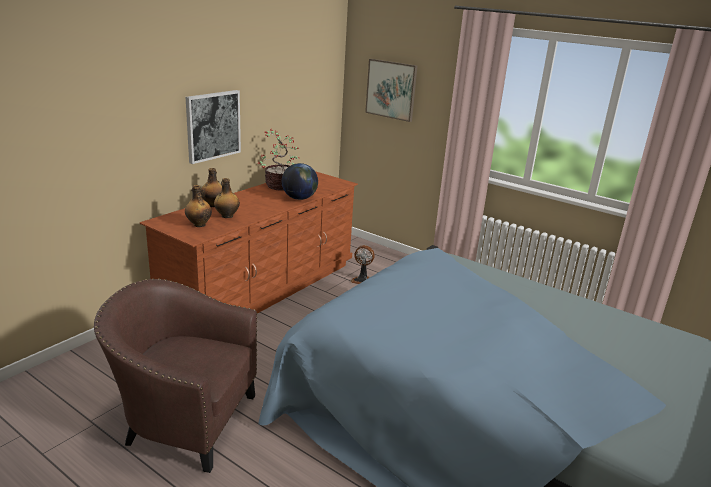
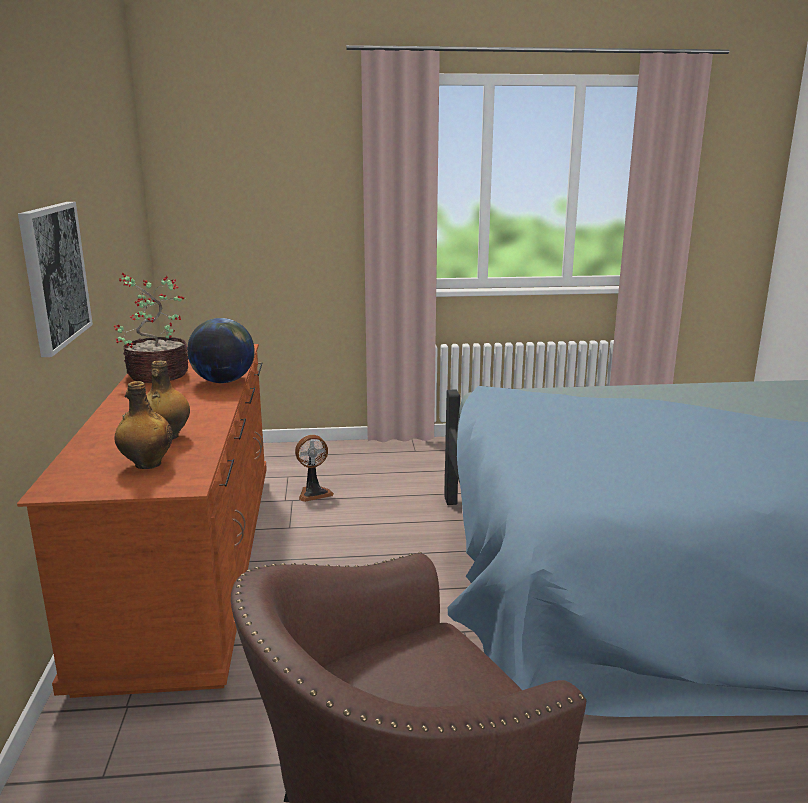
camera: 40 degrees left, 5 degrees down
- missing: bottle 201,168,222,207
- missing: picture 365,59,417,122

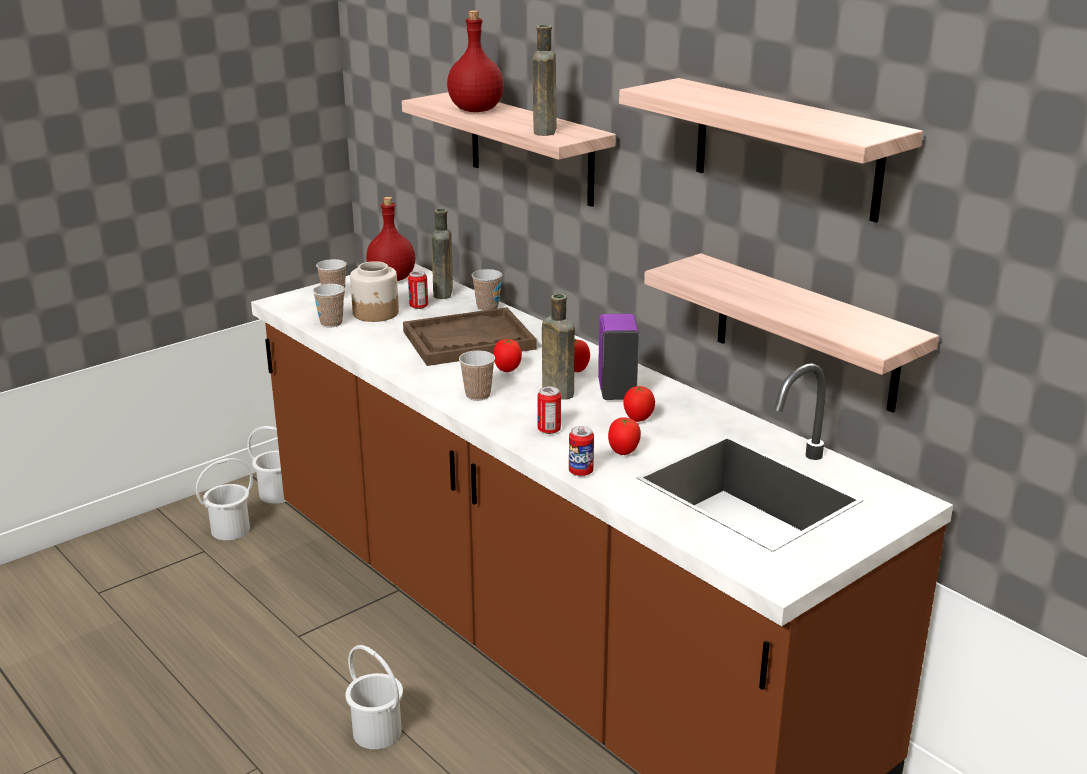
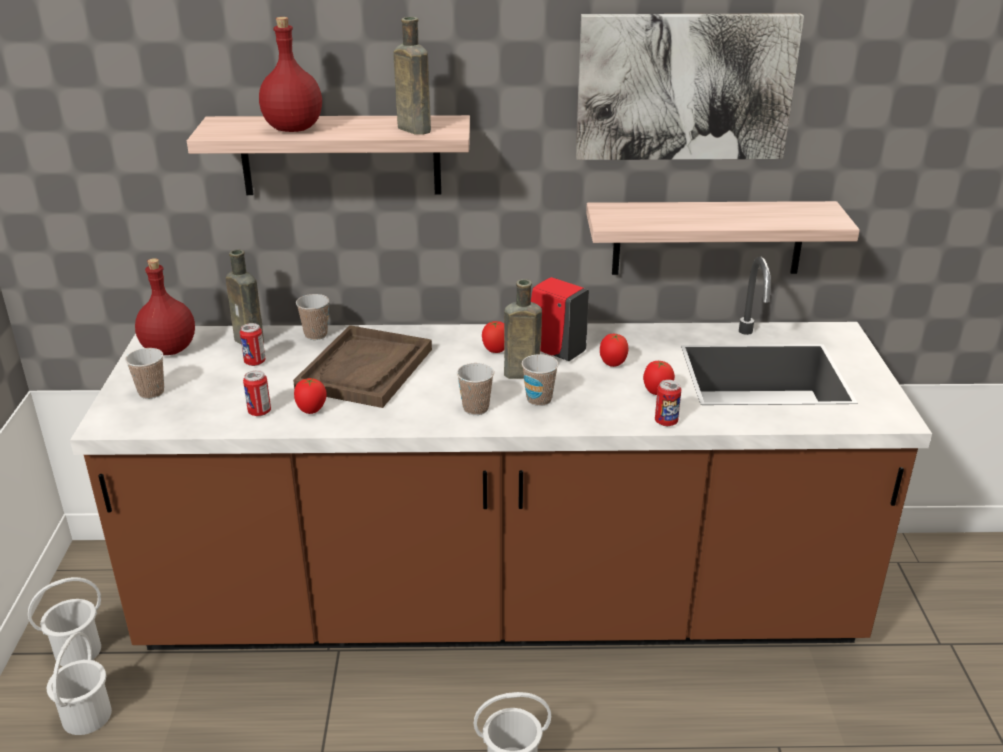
camera: 50 degrees left, 5 degrees up
- relocated: can 538,387,561,434 to 243,370,271,416
- relocated: tomato 493,339,522,372 to 294,378,327,414
- relocated: cup 313,284,345,327 to 522,354,559,406
- colour: purple soap dispenser 598,314,639,400 to red soap dispenser 531,277,589,361
- exchanged: shelf 619,78,923,223 to picture 576,13,804,160
- missing: jar 350,261,399,322

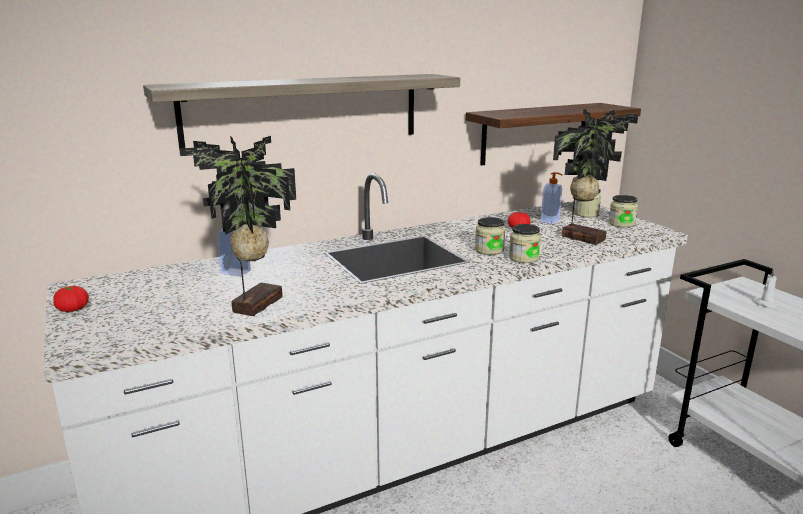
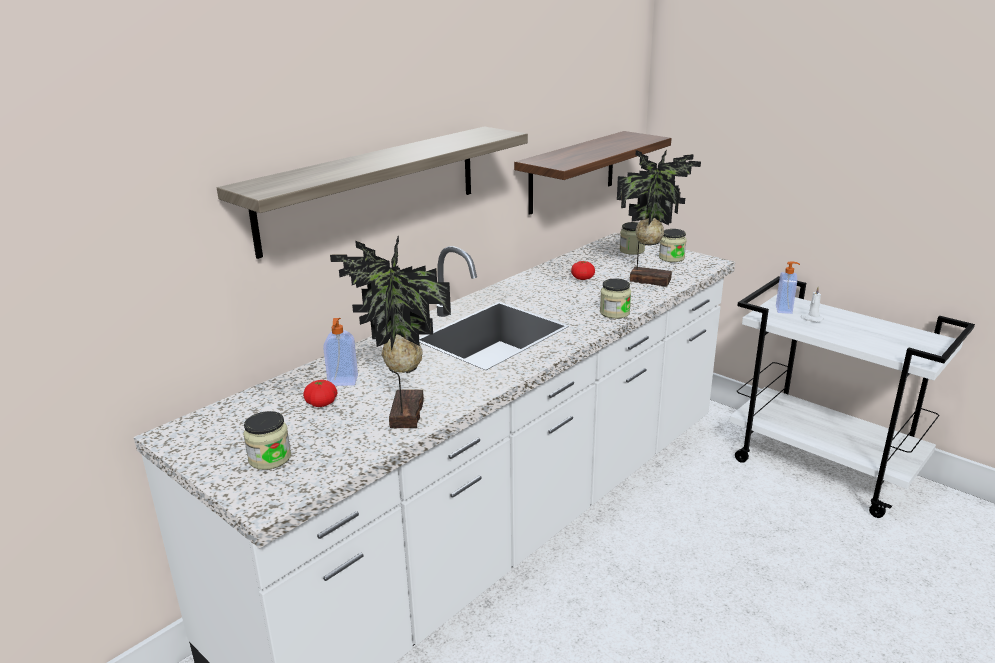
camera: 20 degrees left, 5 degrees up
- relocated: jar 475,217,506,255 to 243,411,291,470
- relocated: tomato 53,286,89,312 to 303,380,337,407
- relocated: soap dispenser 541,172,562,224 to 776,261,800,314

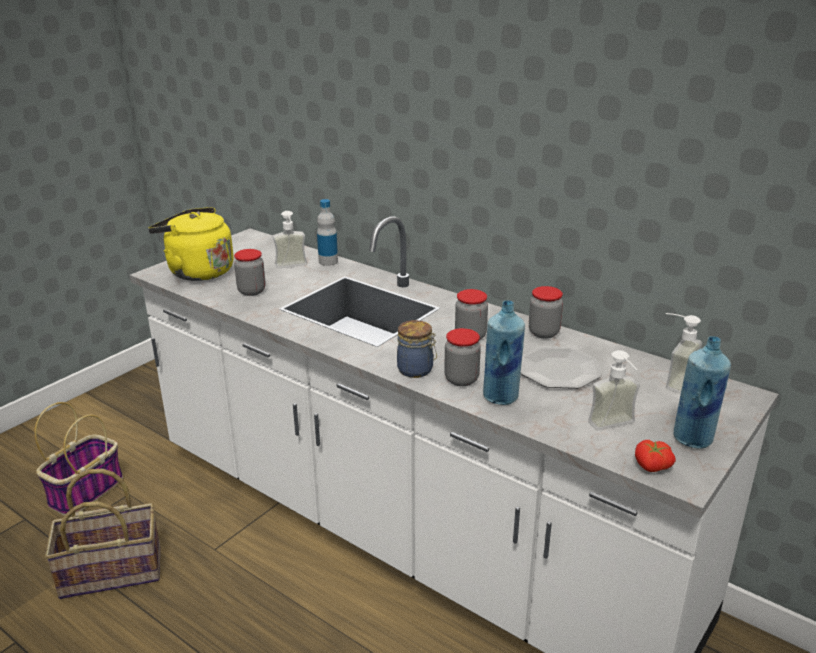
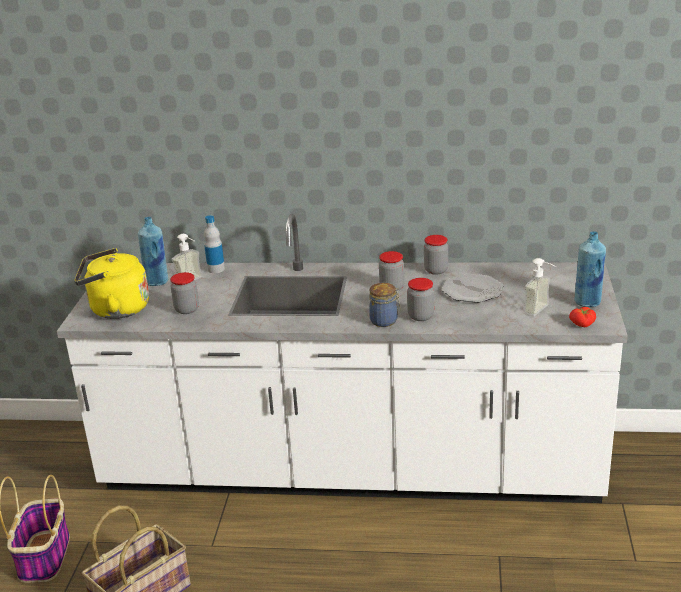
camera: 30 degrees left, 0 degrees up
- relocated: blue bottle 483,300,525,405 to 138,217,168,286
- missing: soap dispenser 666,313,702,394

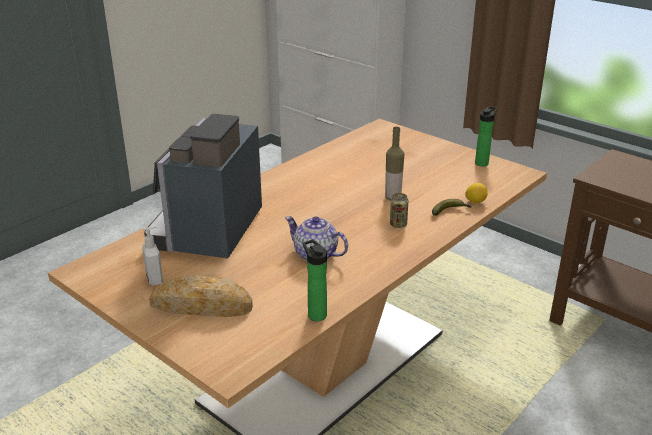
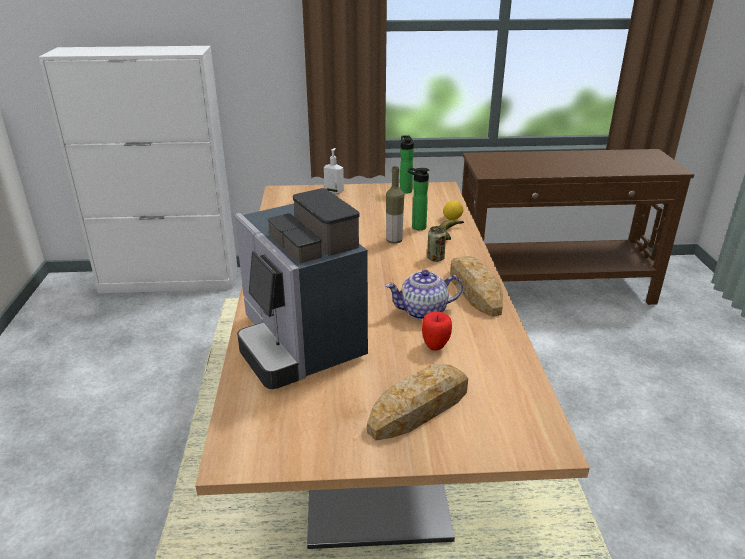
camera: 45 degrees left, 0 degrees up
- relocated: soap dispenser 142,226,163,286 to 324,148,344,194
- relocated: bottle 303,239,327,321 to 408,167,430,230
- appeared: apple 422,311,452,351
- appeared: bread 450,256,503,317

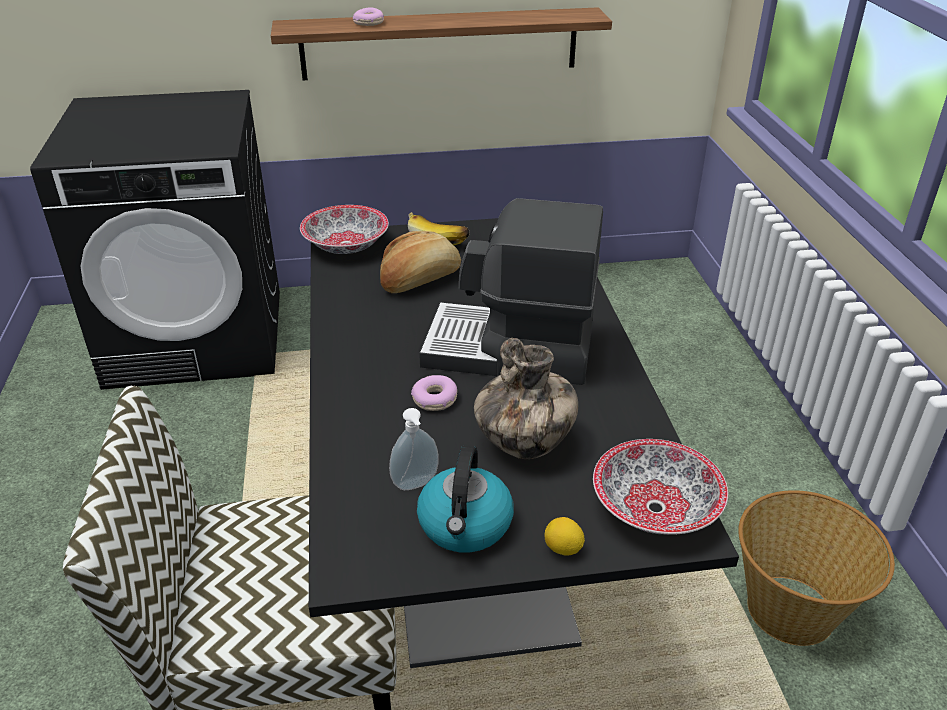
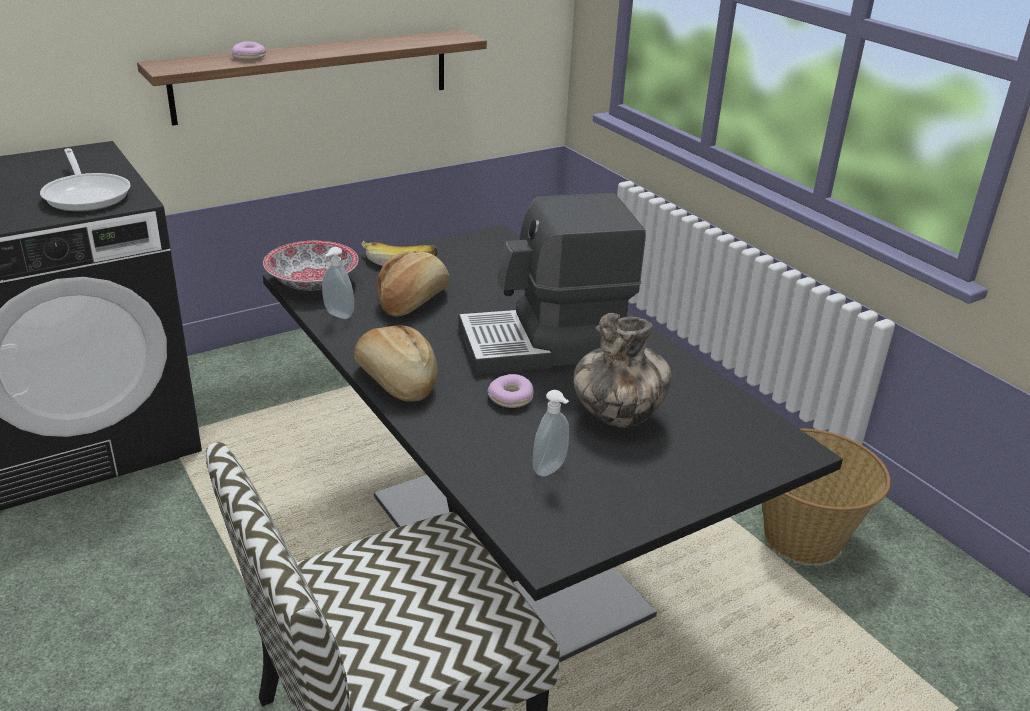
camera: 25 degrees left, 5 degrees down
- appeared: frying pan 40,148,131,212
- appeared: soap dispenser 322,247,354,319
- appeared: bread 354,324,438,402
- missing: kettle 417,445,514,553
- missing: lemon 544,517,585,556
- missing: bowl 593,439,728,535

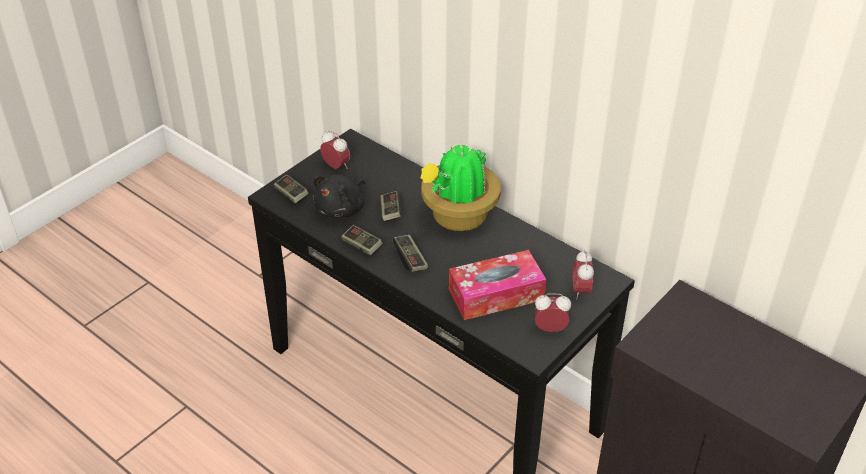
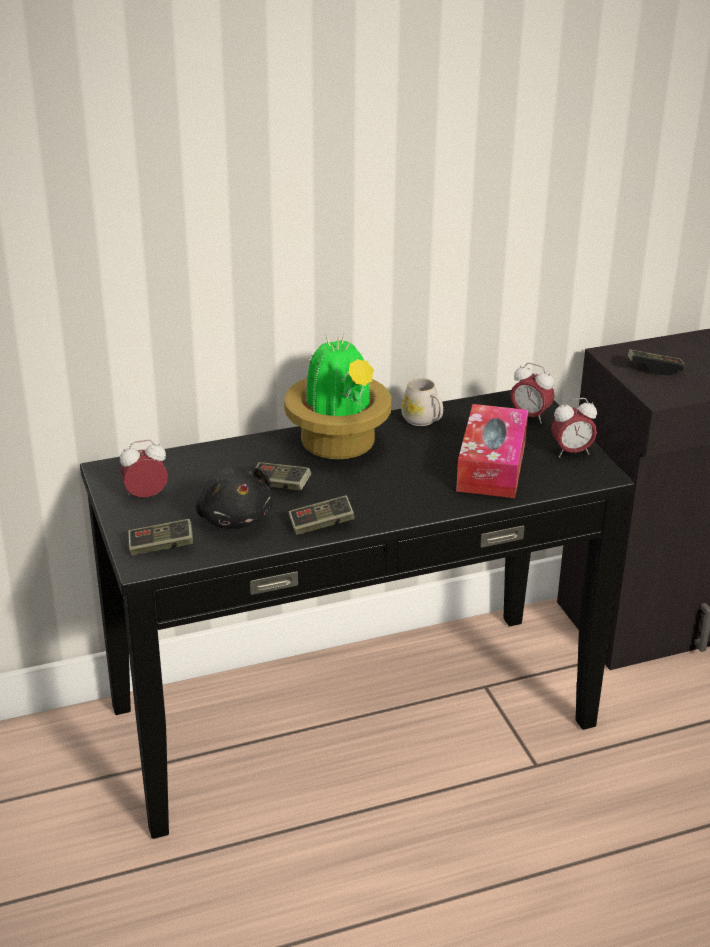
camera: 60 degrees left, 10 degrees down
- appeared: white mug 401,378,443,426
- spun: alarm clock 535,293,571,332 = 551,398,597,458 135 degrees counterclockwise
- relocated: game controller 393,235,428,272 to 628,349,685,375

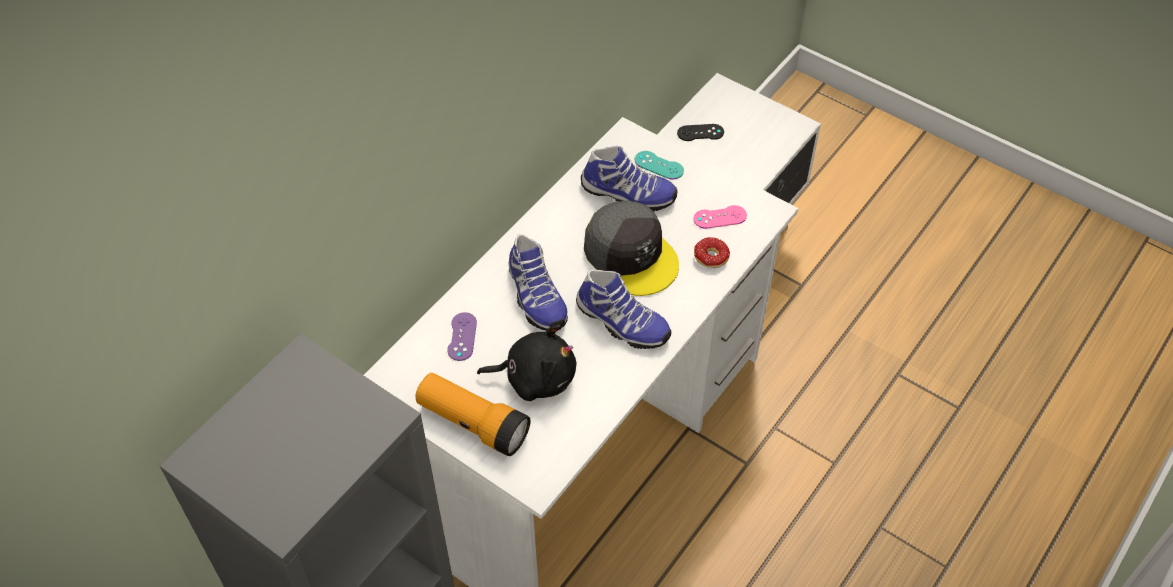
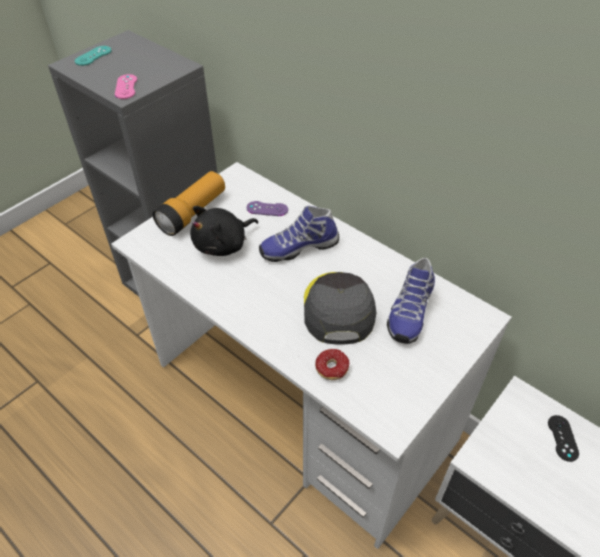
camera: 95 degrees right, 5 degrees down
- relocated: turquoise game controller 635,151,684,180 to 75,46,112,66
- relocated: pink game controller 693,205,747,229 to 115,74,137,99
- spun: black plush toy 477,325,576,401 = 190,206,258,256 45 degrees clockwise
- spun: grey cap 584,200,679,296 = 304,272,376,345 120 degrees clockwise
- missing: shoe 576,270,671,349

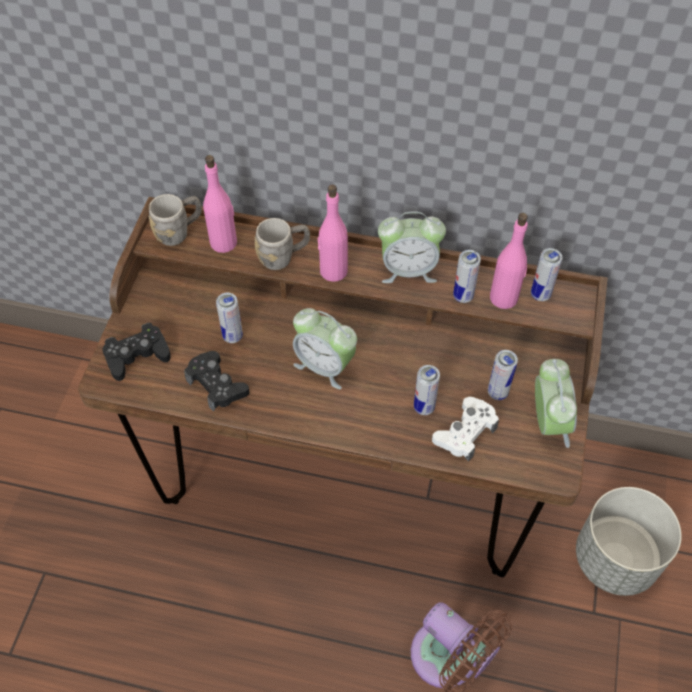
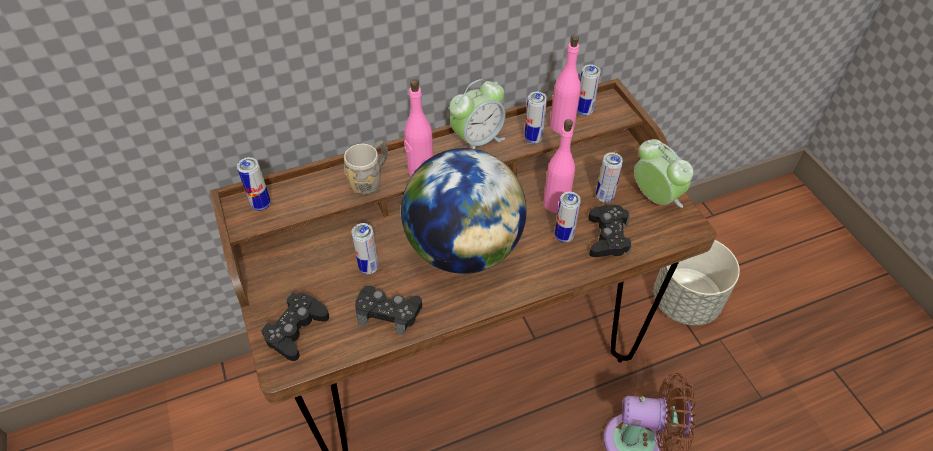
camera: 35 degrees left, 5 degrees down
- exchanged: grey mug 148,194,202,246 to can 237,157,271,211
- exchanged: alarm clock 293,308,357,389 to globe 401,148,526,274
- relocated: pink bottle 203,155,237,253 to 543,119,575,213
- colour: white game controller 432,397,499,462 to black game controller 588,205,632,257

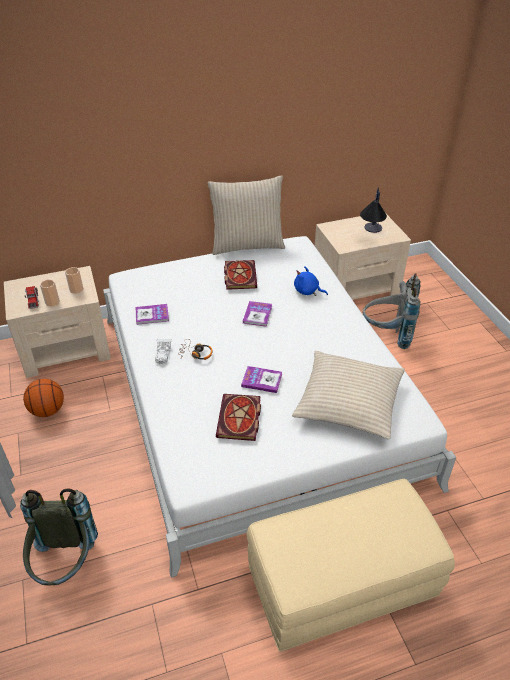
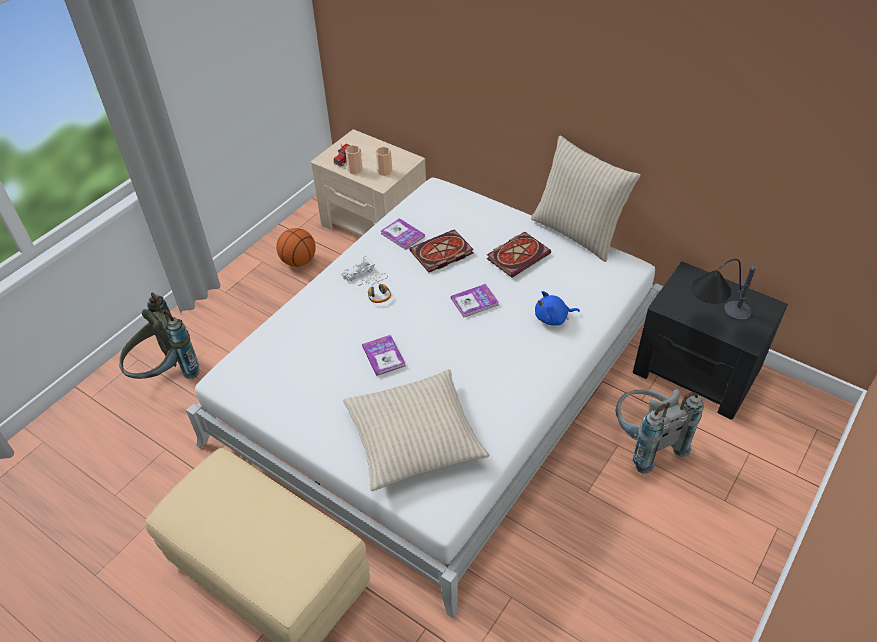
camera: 55 degrees right, 5 degrees up
- relocated: book 216,394,261,441 to 410,229,474,273
- spun: blue plush toy 294,267,328,296 = 535,291,580,326 90 degrees counterclockwise
- colour: beige nightstand 315,214,411,300 to black nightstand 633,261,788,420

